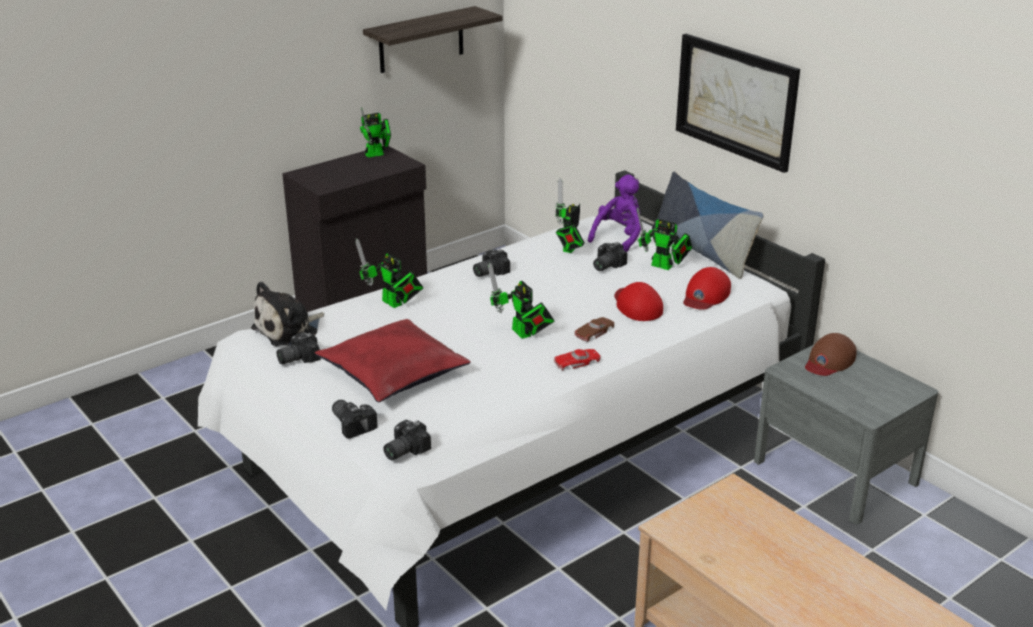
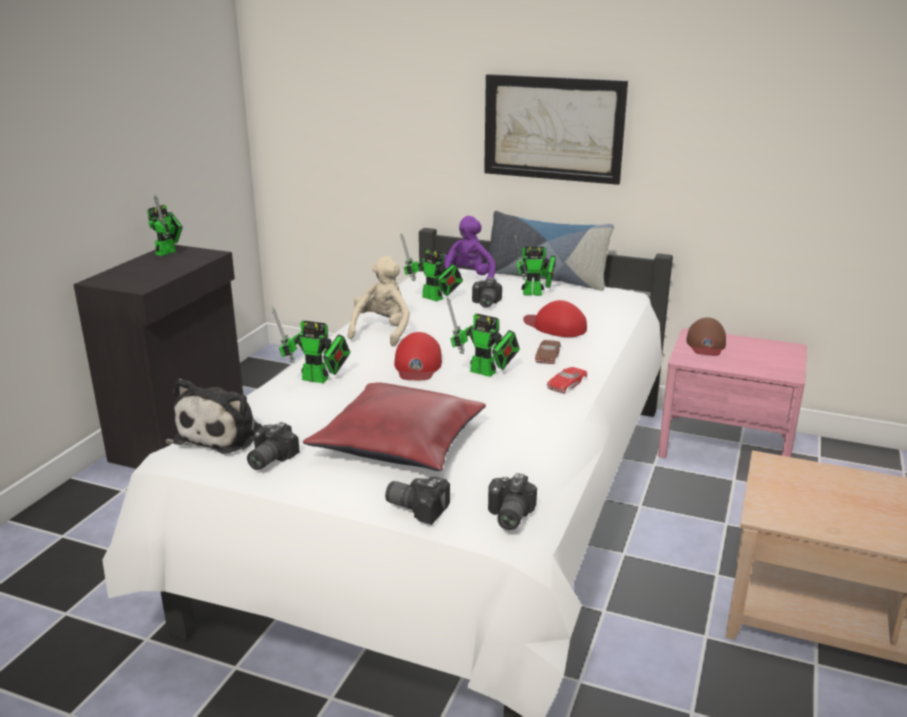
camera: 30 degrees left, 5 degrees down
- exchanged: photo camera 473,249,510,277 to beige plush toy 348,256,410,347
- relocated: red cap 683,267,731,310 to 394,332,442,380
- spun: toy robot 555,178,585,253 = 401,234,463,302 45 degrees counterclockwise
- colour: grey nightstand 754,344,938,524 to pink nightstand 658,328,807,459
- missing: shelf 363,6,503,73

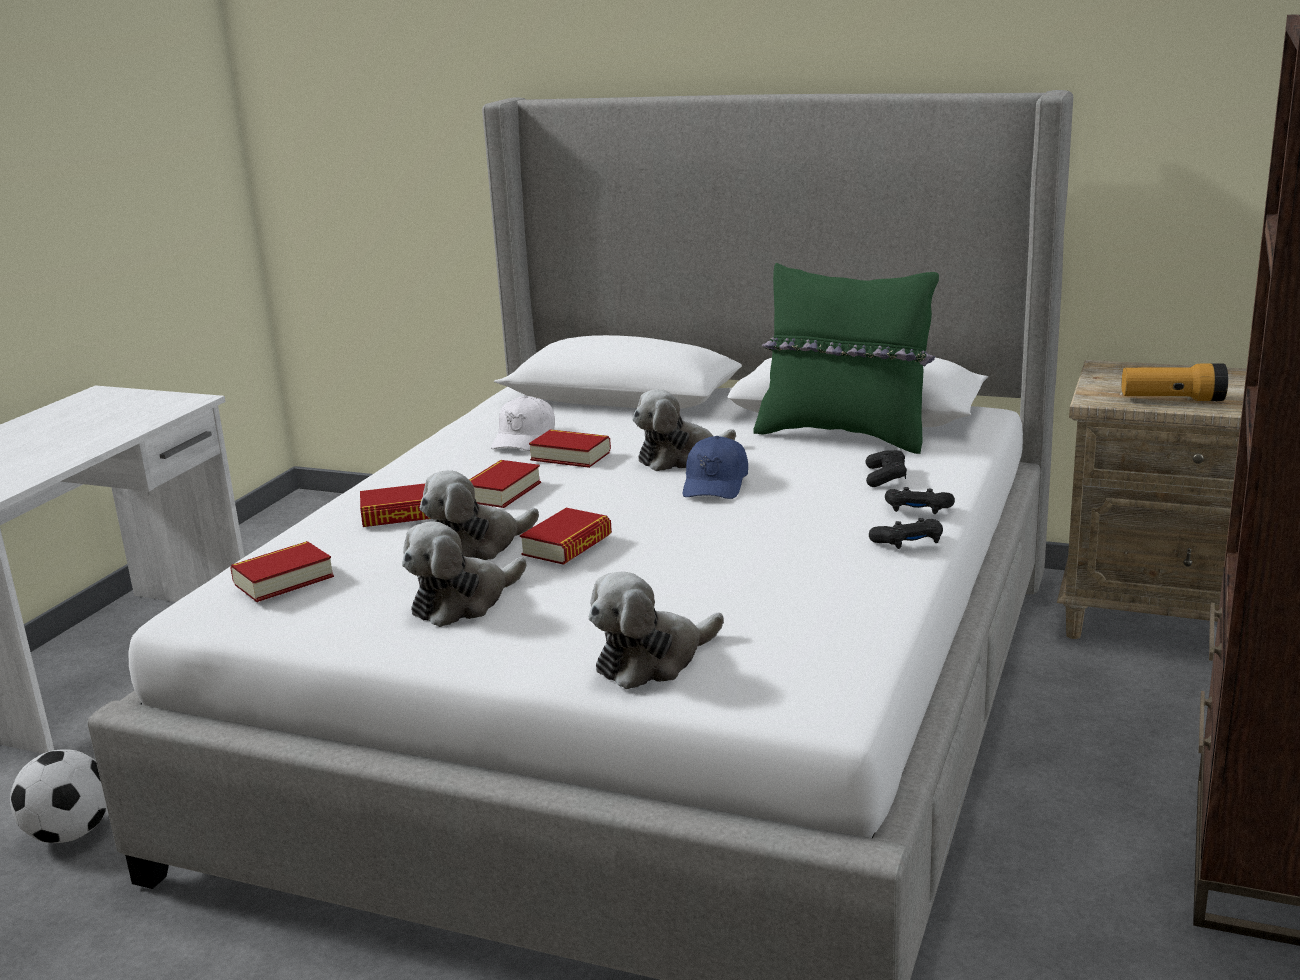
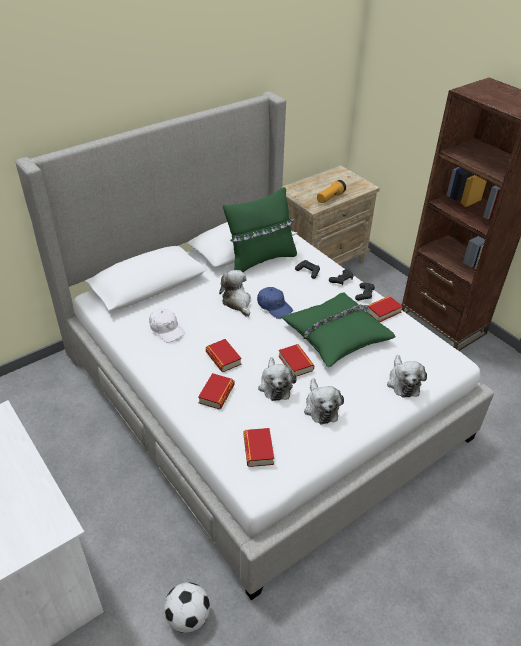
camera: 60 degrees left, 20 degrees up
- spun: plush toy 632,389,736,471 = 219,270,251,317 150 degrees clockwise
- appeared: green pillow 281,293,395,367
- relocated: book 529,429,611,468 to 368,296,403,322

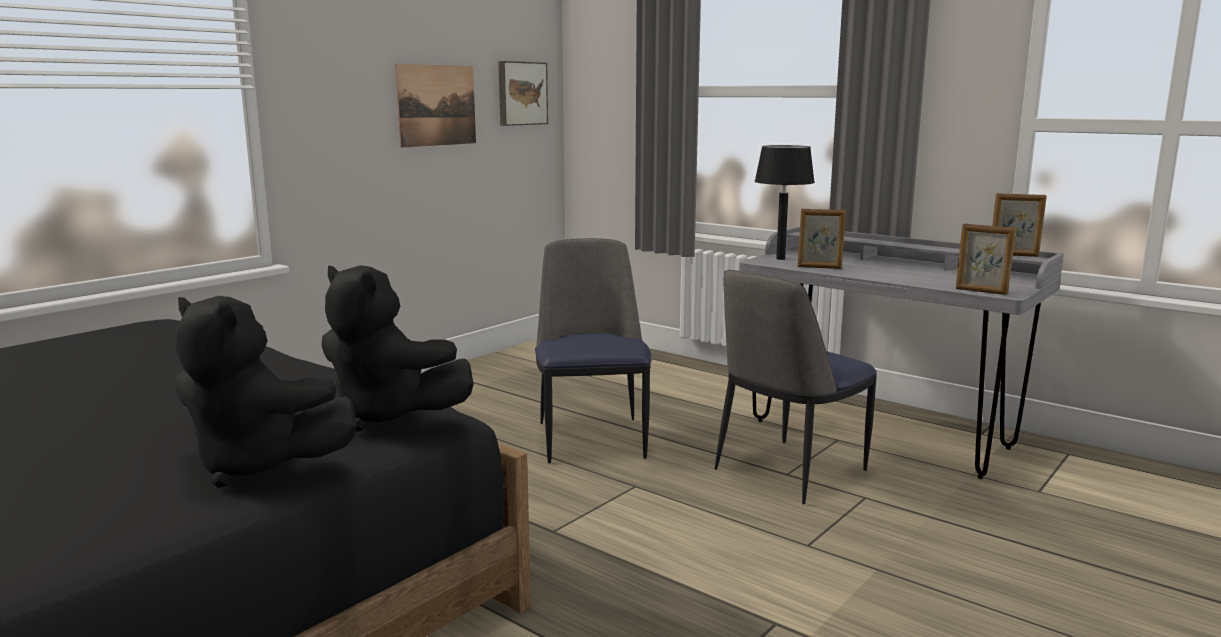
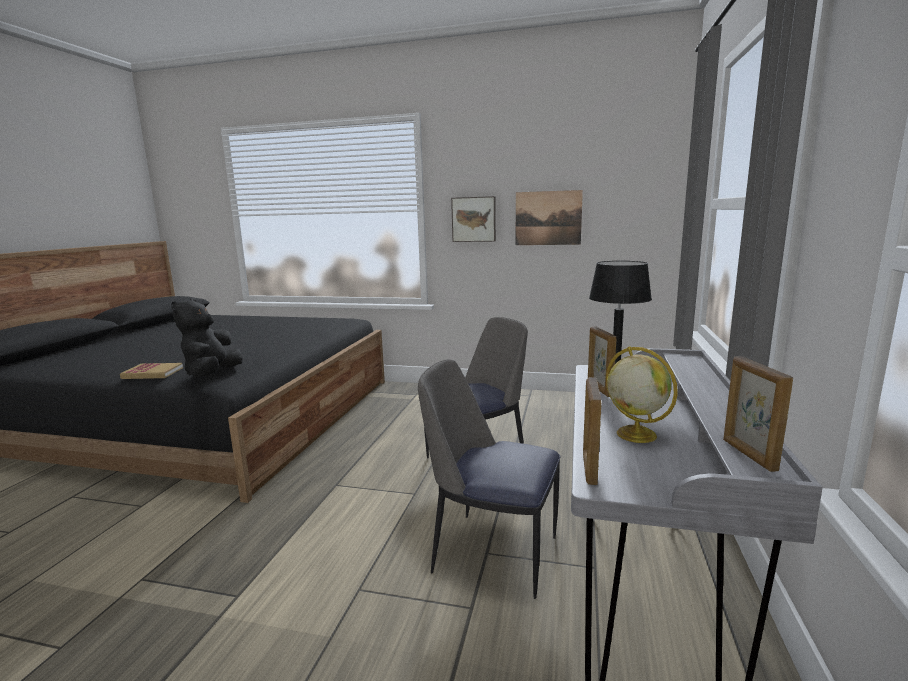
camera: 65 degrees right, 0 degrees up
- exchanged: black plush toy 175,296,357,488 to book 120,363,183,379
- relocated: picture 498,61,548,126 to 451,196,496,242
- appeared: globe 606,346,678,443

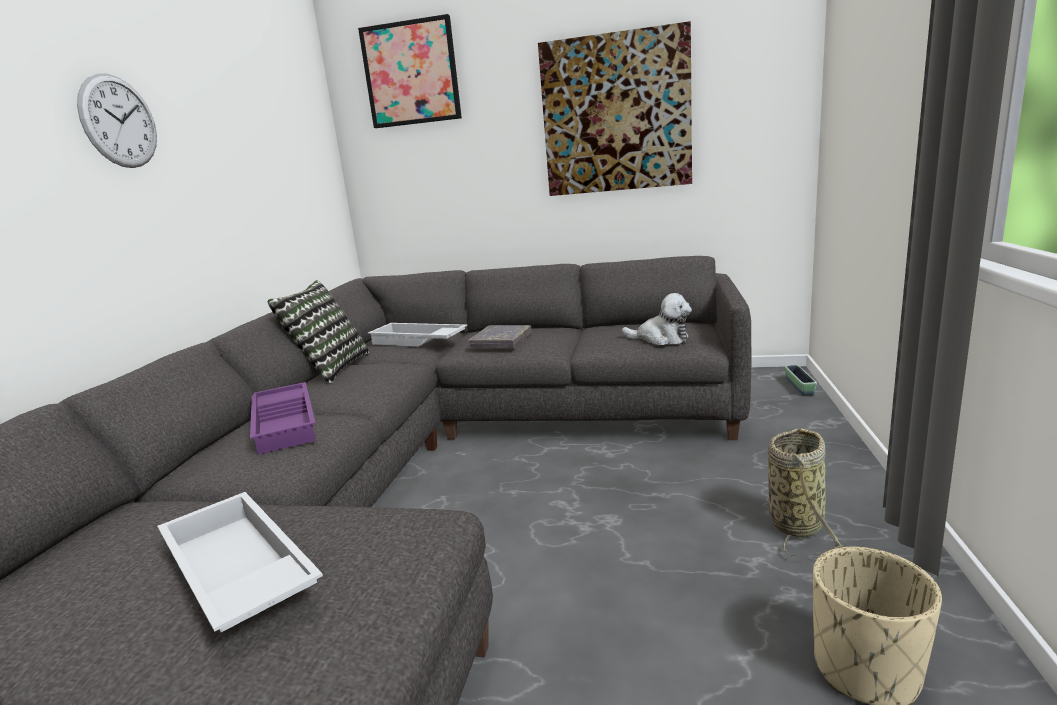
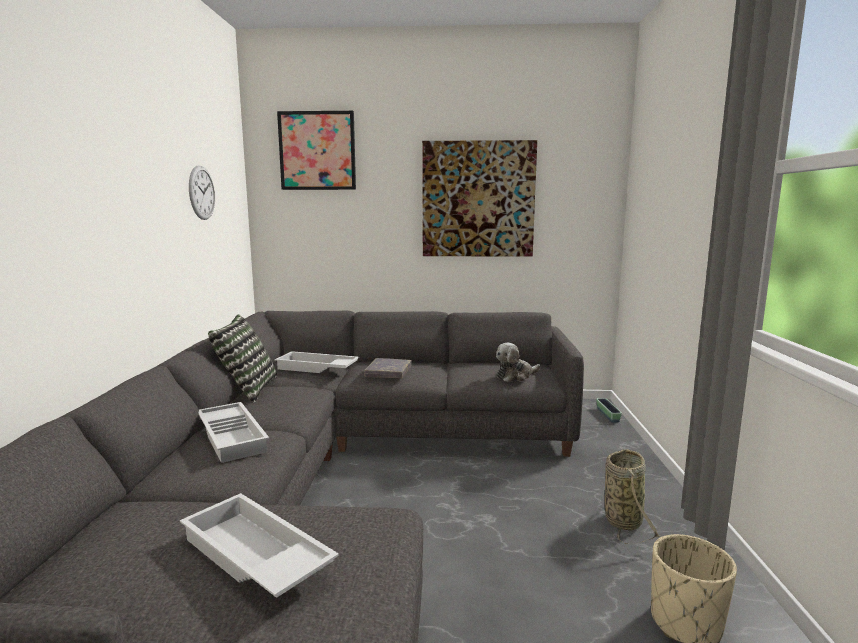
camera: 10 degrees left, 5 degrees down
- relocated: wall clock 77,74,157,168 to 189,165,215,220
- colour: purple tray 250,382,316,455 to white tray 199,402,269,463
- spun: plush toy 622,293,692,345 = 496,343,541,382 135 degrees clockwise

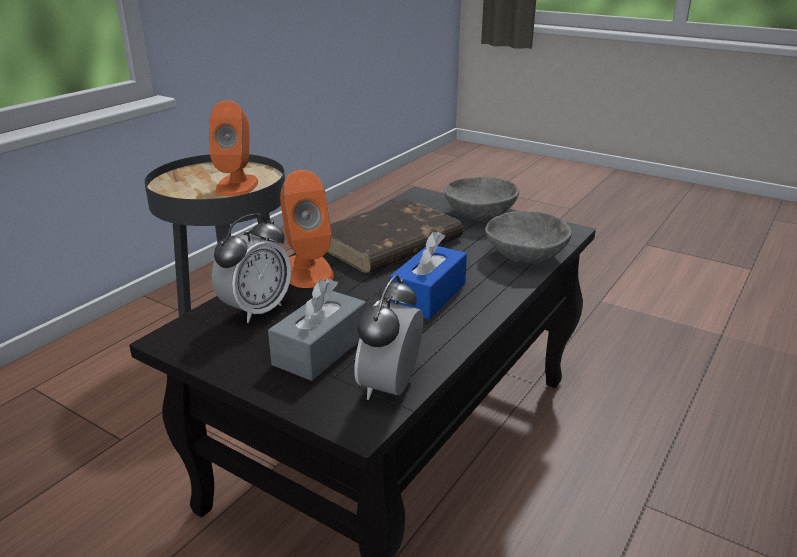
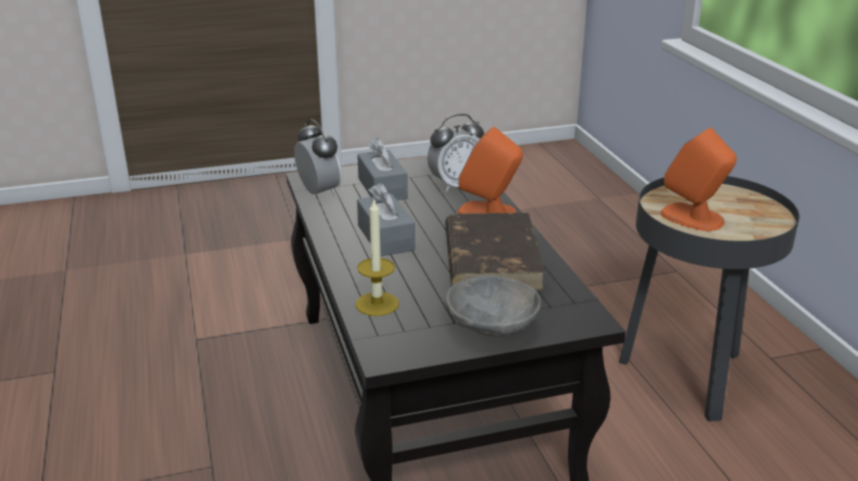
camera: 130 degrees right, 0 degrees up
- exchanged: grey bowl 485,211,572,264 to candle 355,200,399,316
- colour: blue tissue box 390,232,467,319 to grey tissue box 357,183,415,256
- spun: alarm clock 211,213,291,323 = 427,114,484,192 105 degrees counterclockwise

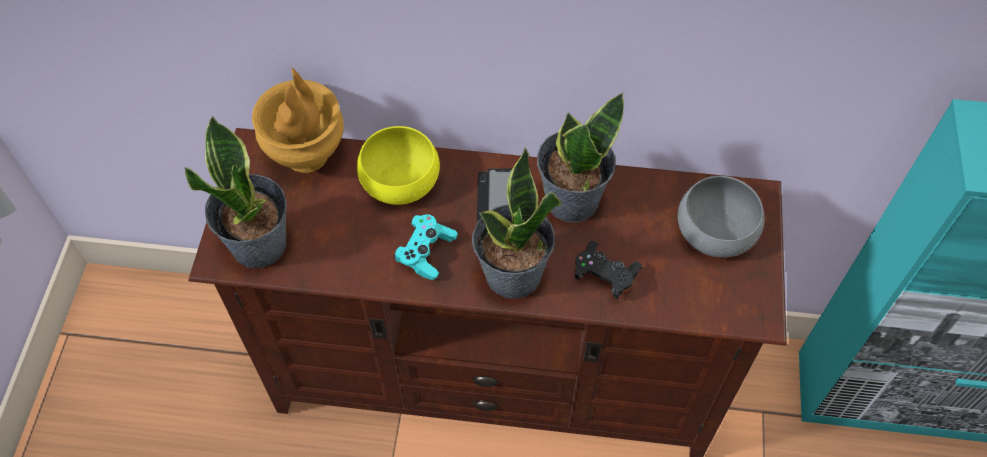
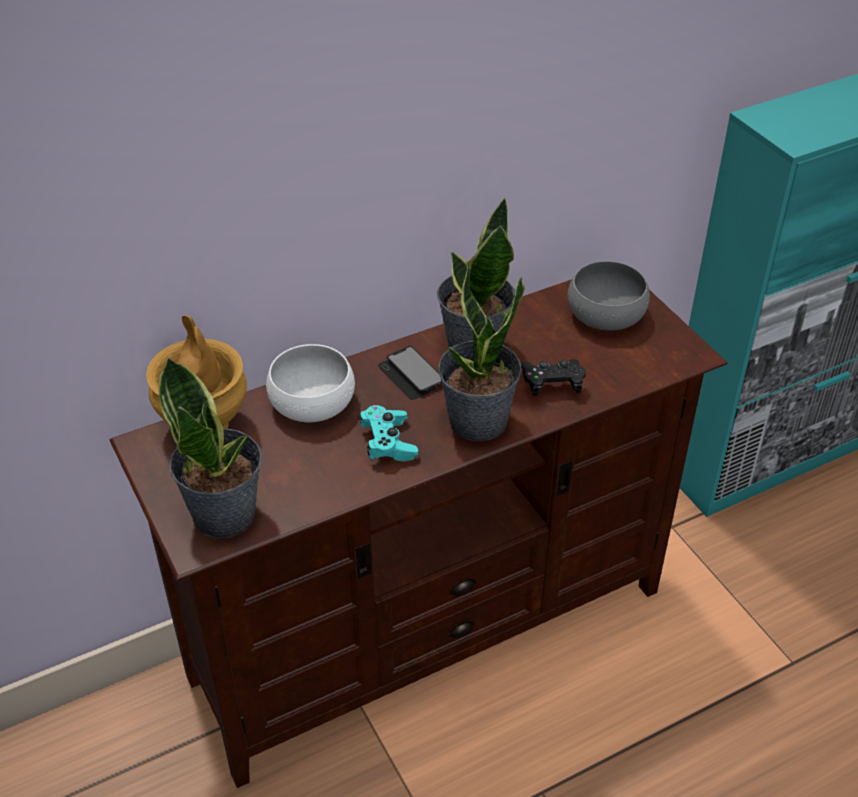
camera: 35 degrees left, 15 degrees down
- colour: yellow bowl 357,126,440,205 to white bowl 266,344,355,422

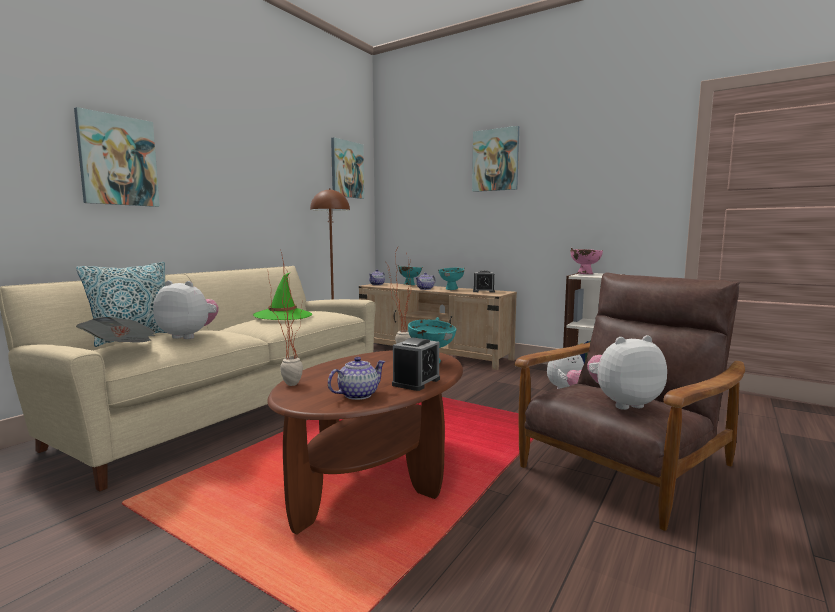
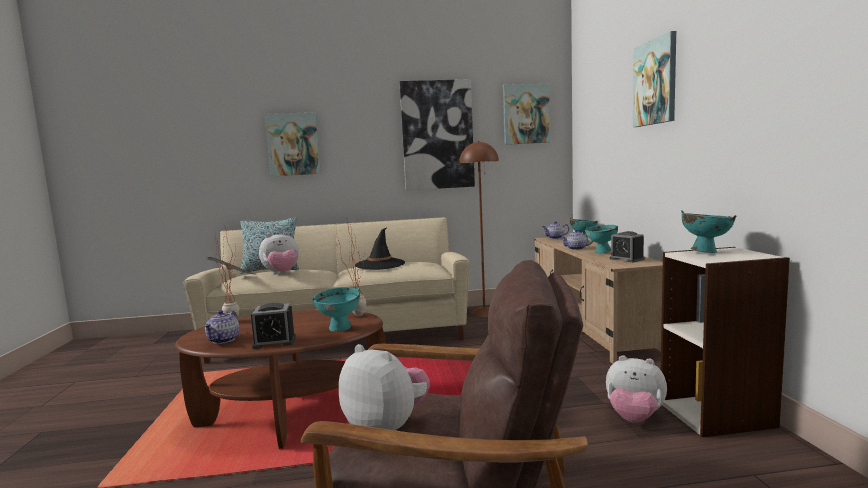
camera: 50 degrees right, 0 degrees up
- spun: teapot 328,357,386,400 = 204,310,240,344 90 degrees clockwise
- spun: plush toy 153,280,218,339 = 259,232,299,274 90 degrees clockwise
- colour: green hat 253,273,312,320 to black hat 355,228,405,270
- appeared: picture 400,79,475,190
- colour: pink bowl 570,248,603,274 to turquoise bowl 681,210,737,253

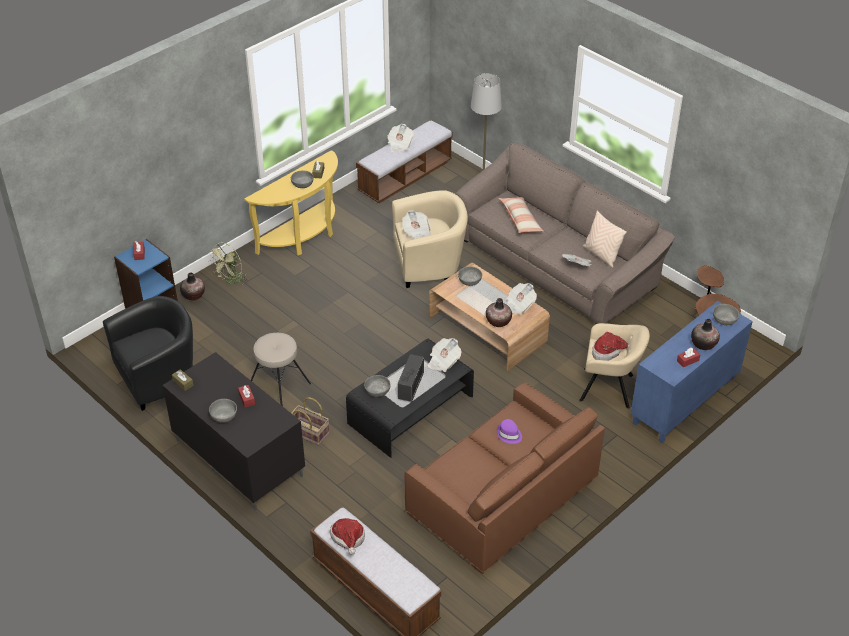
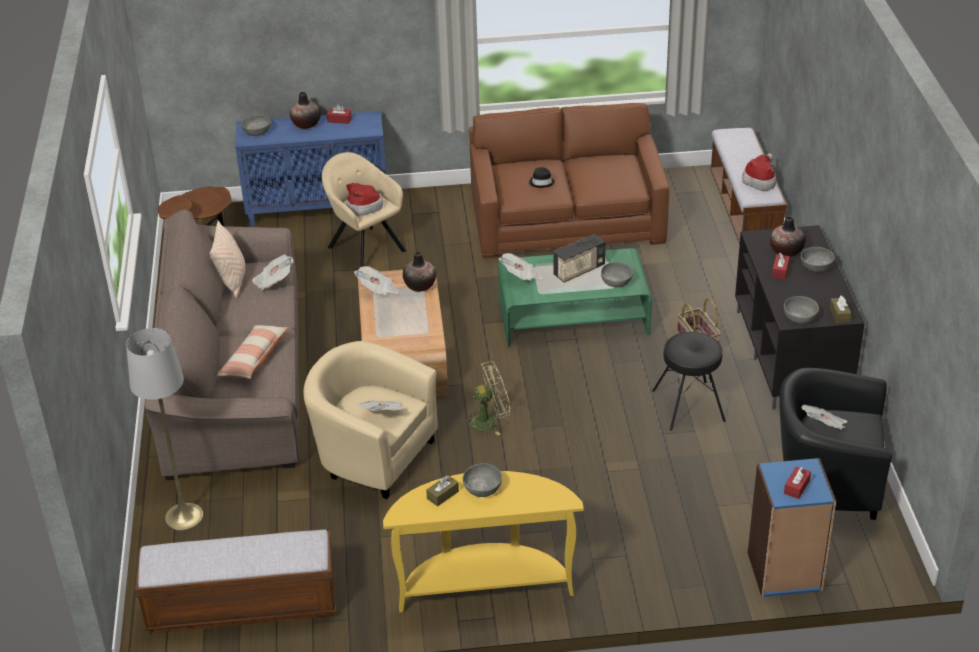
camera: 140 degrees left, 5 degrees down
- relocated: green fan 209,243,248,286 to 463,361,510,436
- colour: black coffee table 346,339,474,458 to green coffee table 498,248,652,347
- colour: purple hat 497,419,522,444 to black hat 529,167,555,188
- colour: beige stool 251,333,311,406 to black stool 652,332,726,431
- relocated: vase 180,272,205,300 to 770,216,806,257
- relocated: grey bowl 458,266,482,286 to 784,296,819,324
- relocated: newspaper 387,124,414,153 to 801,405,848,429

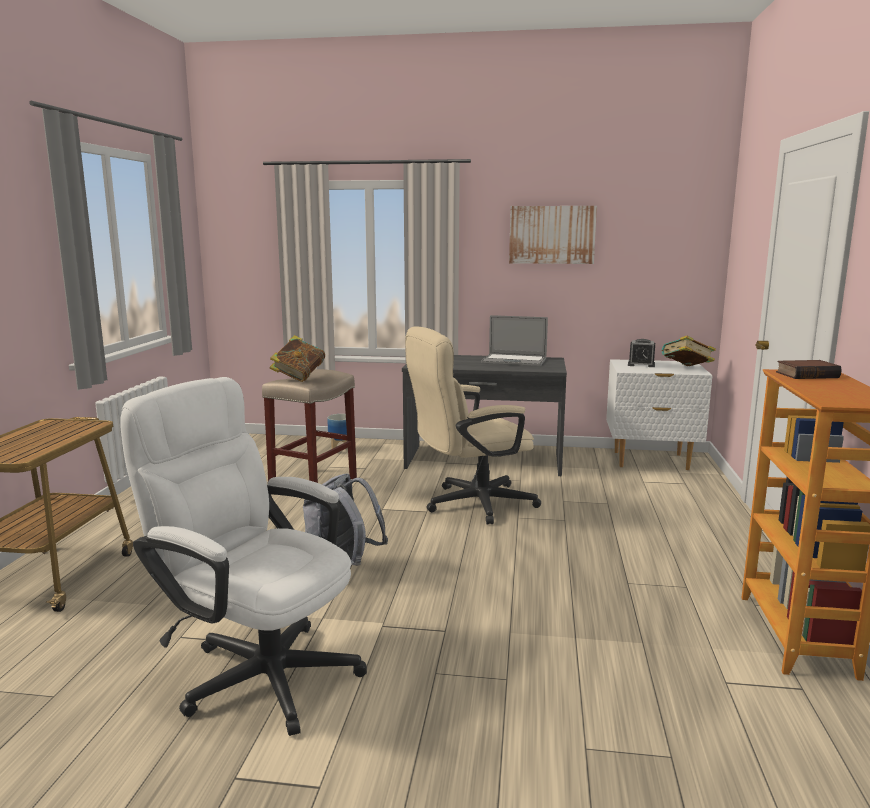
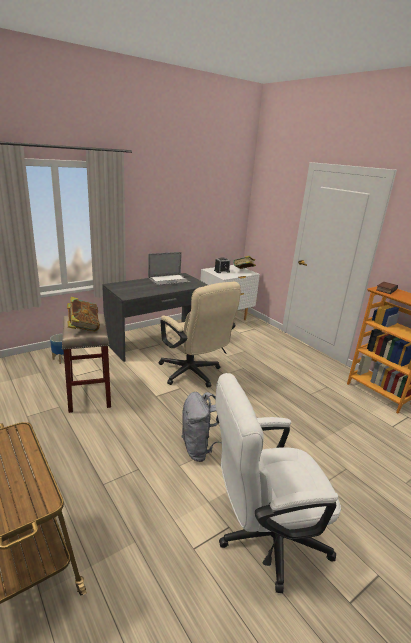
camera: 45 degrees left, 10 degrees up
- spun: beige office chair 405,326,541,525 = 159,282,241,388 60 degrees counterclockwise
- missing: picture 509,206,597,264

